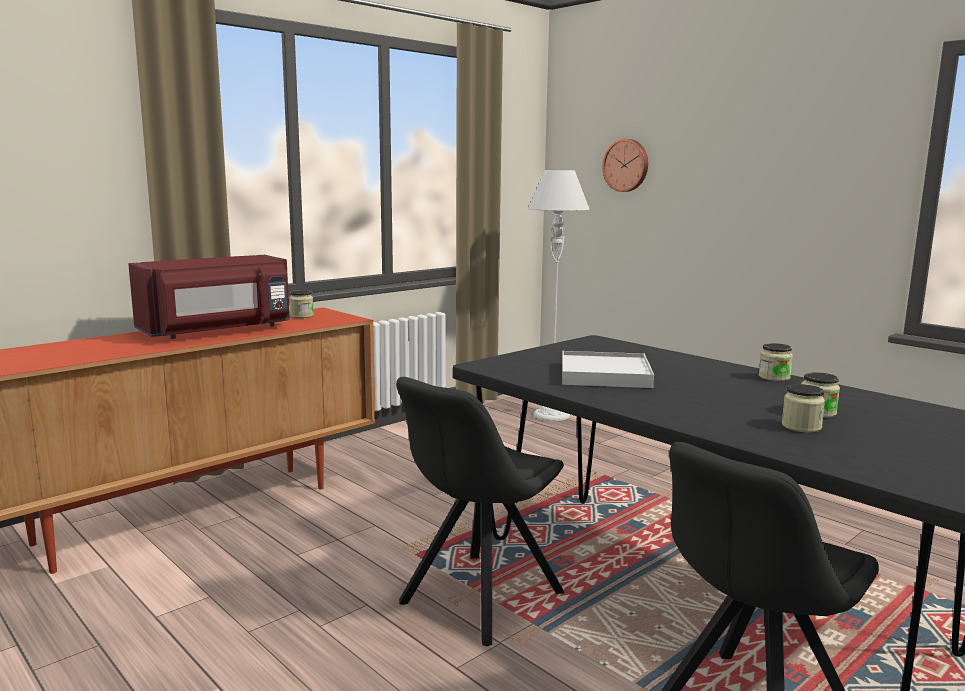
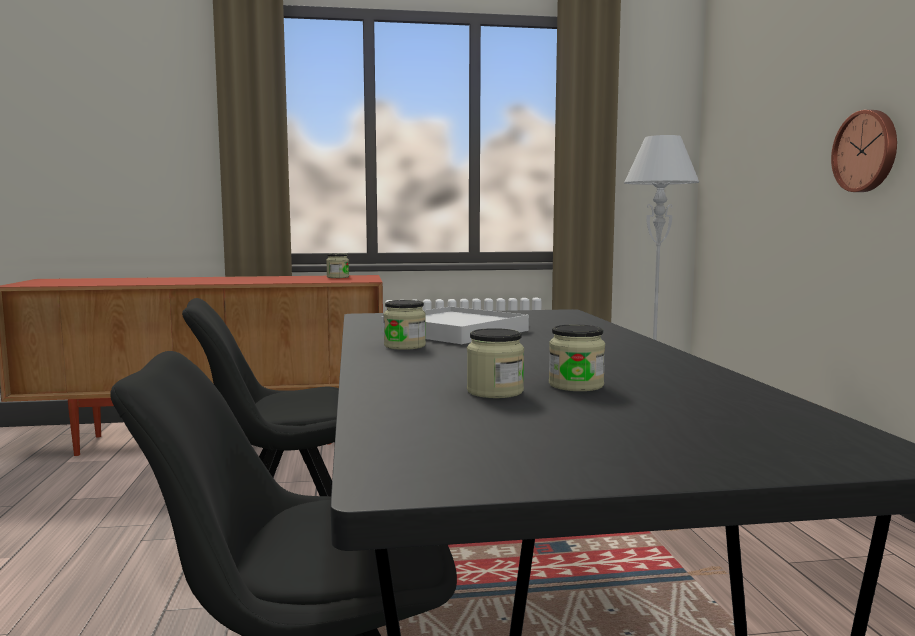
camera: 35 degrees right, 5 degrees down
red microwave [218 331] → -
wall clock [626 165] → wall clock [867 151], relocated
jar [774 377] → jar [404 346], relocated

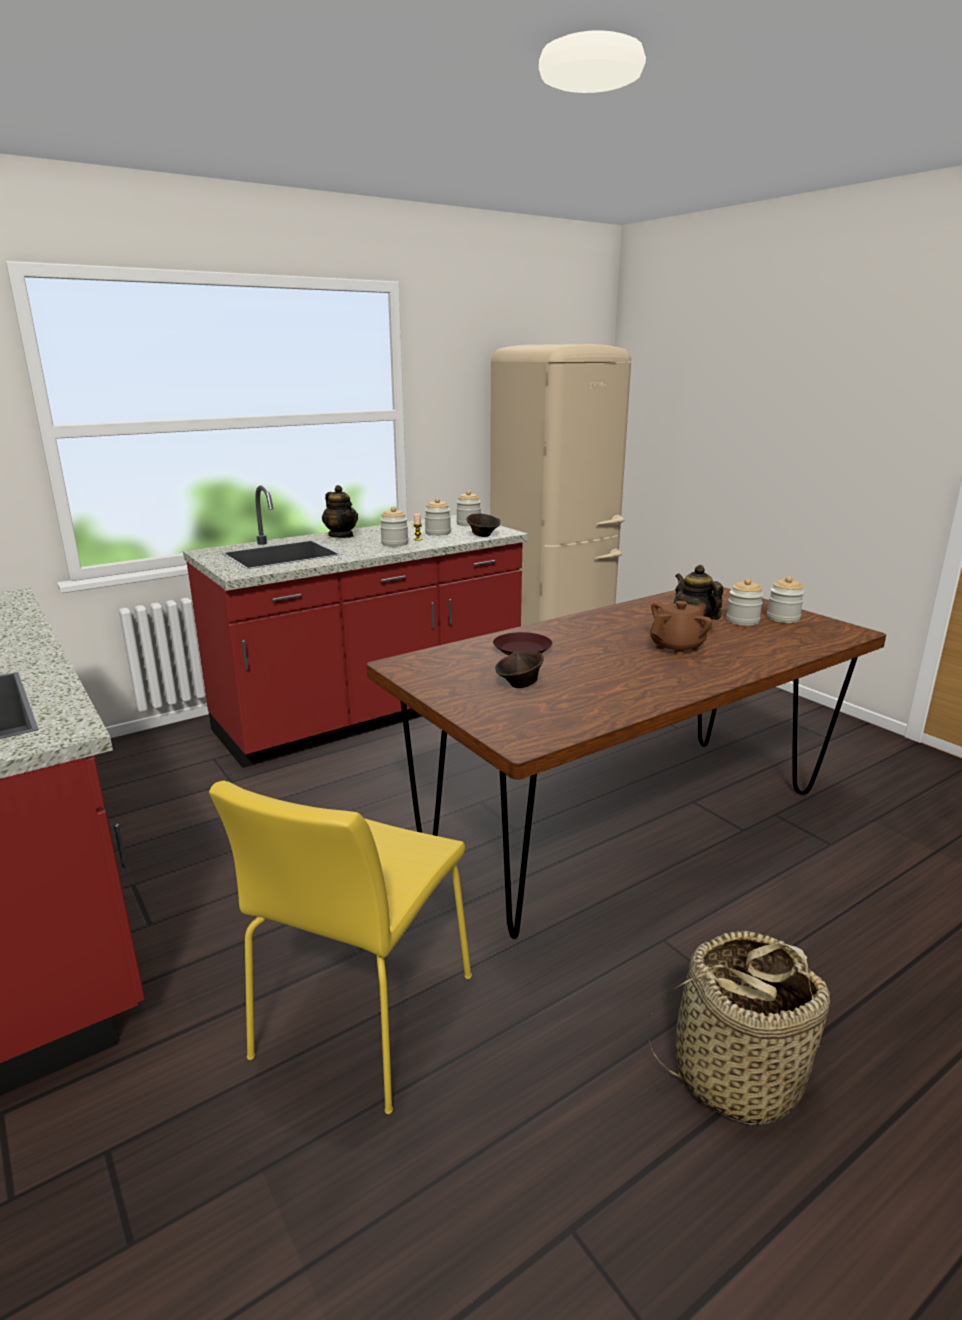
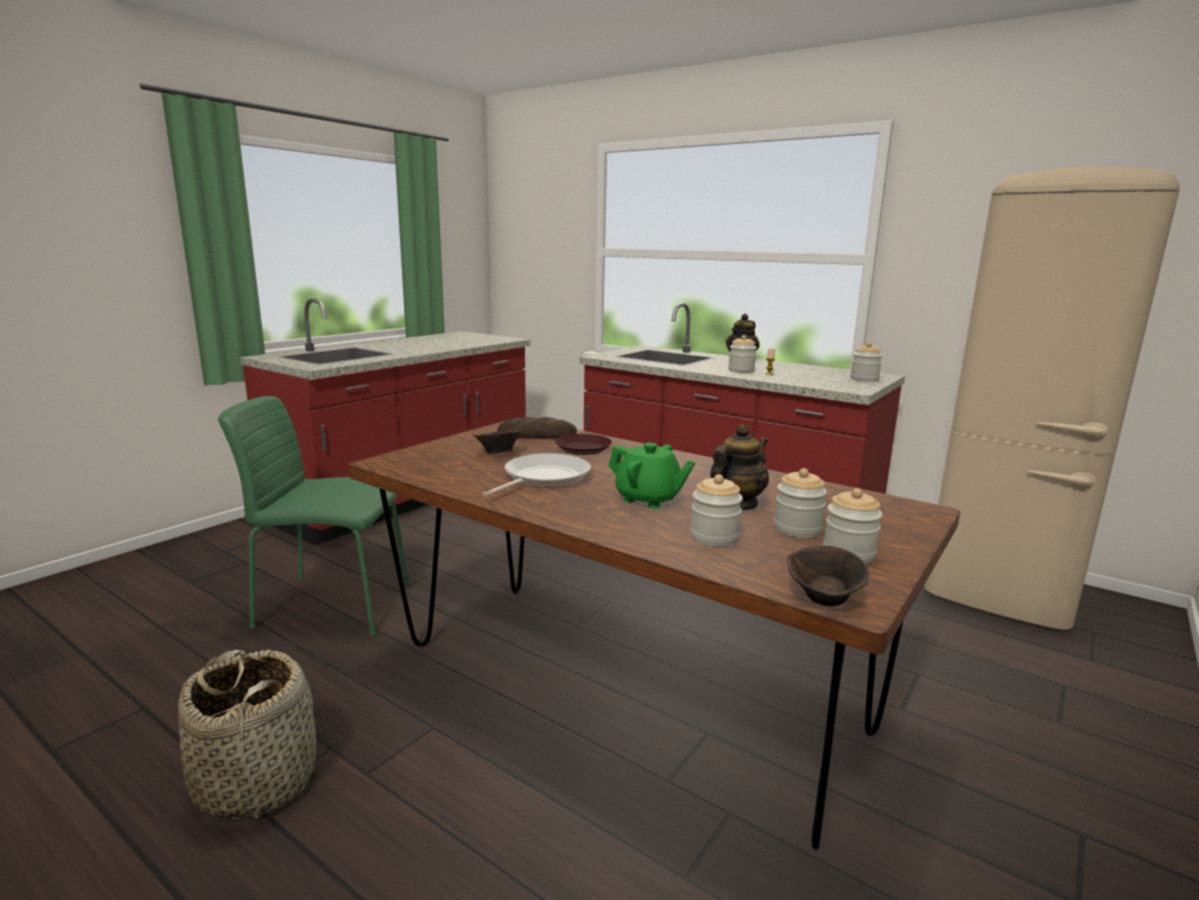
camera: 70 degrees right, 5 degrees down
yellow chair [361 1021] → green chair [328 604]
jar [438 533] → jar [714 537], relocated
brown bowl [483 535] → brown bowl [825 600], relocated
brown teapot [677 647] → green teapot [648 499]
- → frying pan [543 478]
- → bread [537 435]

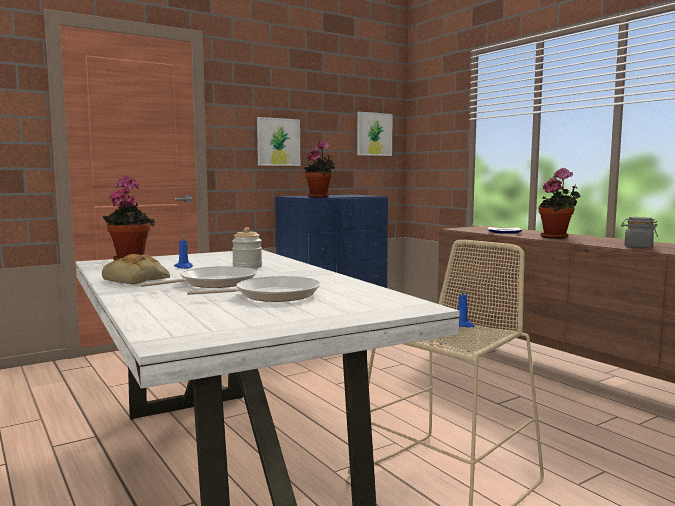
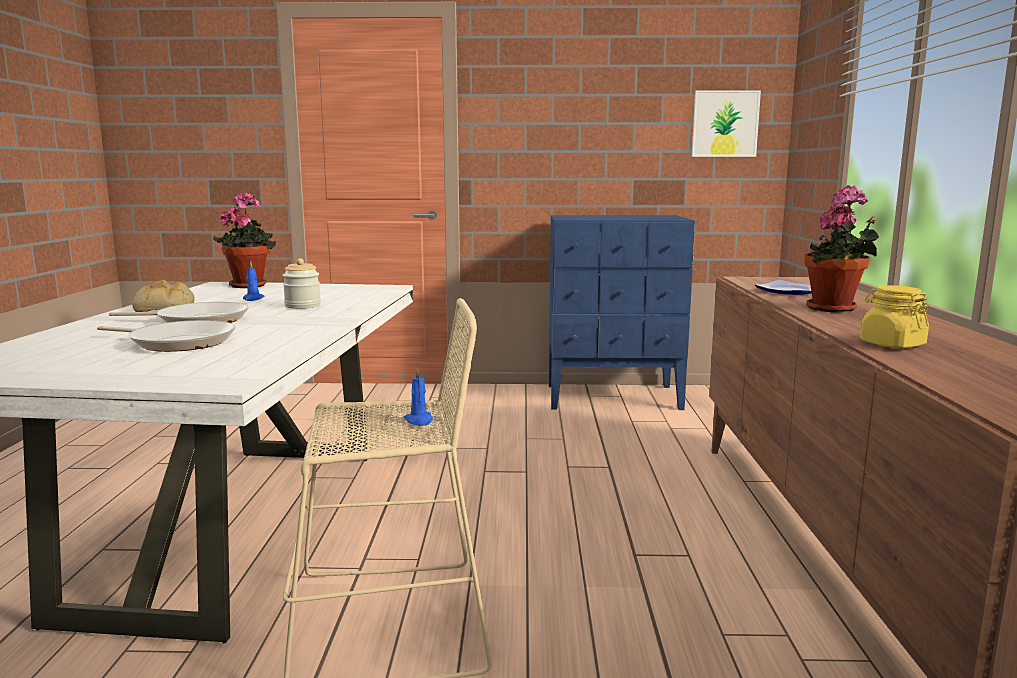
camera: 35 degrees right, 5 degrees up
picture [278 142] → -
potted plant [320 197] → -
grey jar [638 247] → yellow jar [891 344]

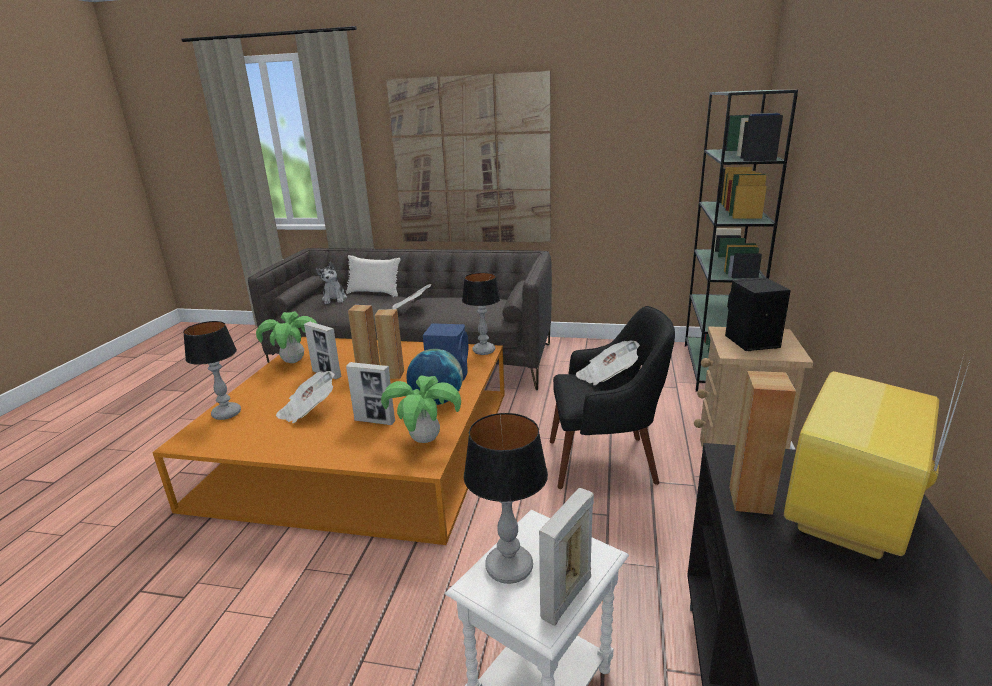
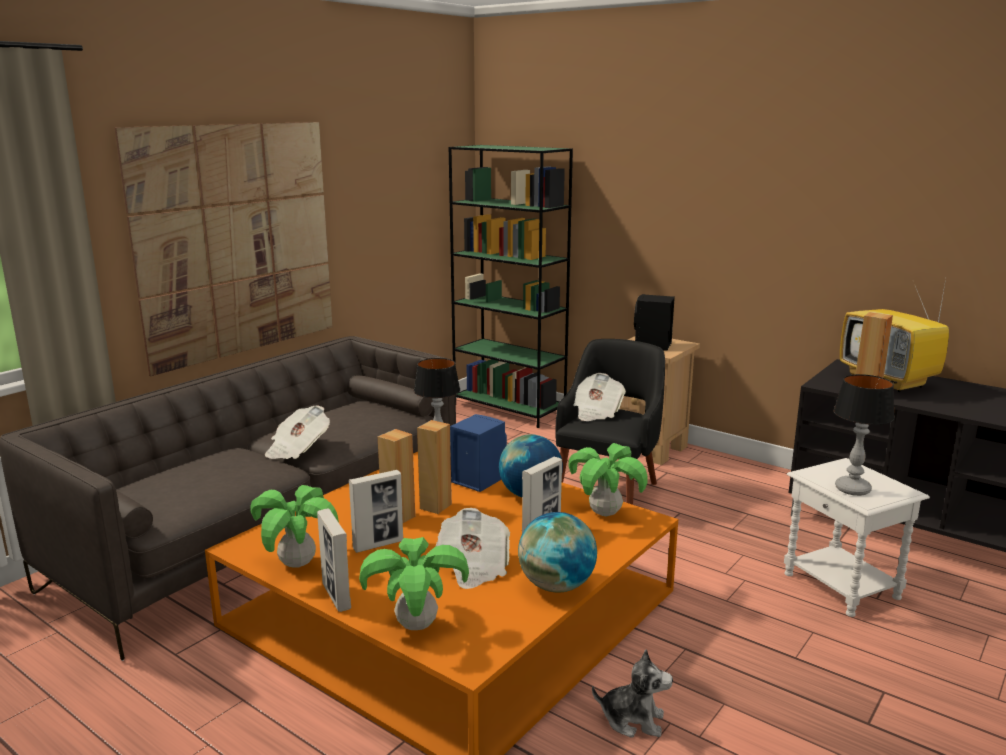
camera: 65 degrees left, 5 degrees down
table lamp [227 414] → potted plant [416 625]
plush toy [334 299] → plush toy [633 720], relocated
white pillow [374 293] → -
picture frame [566 598] → picture frame [336 596], relocated
- → globe [557 586]

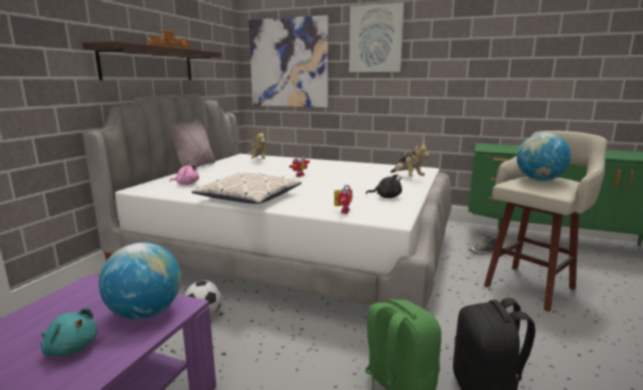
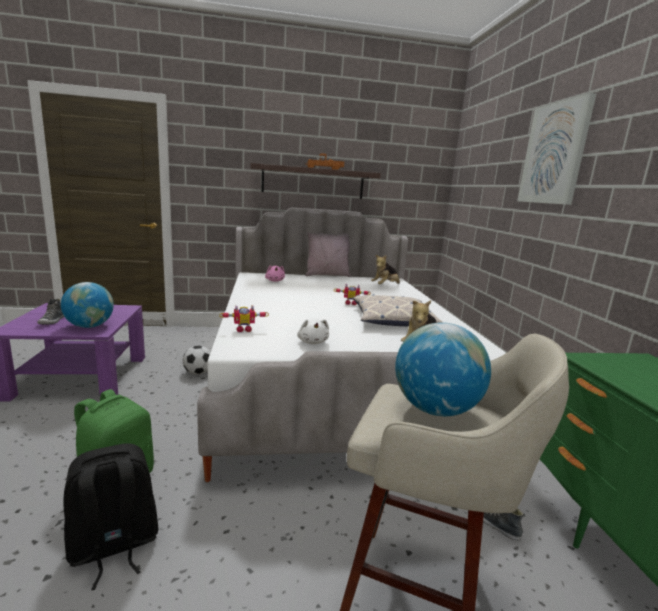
camera: 60 degrees right, 0 degrees up
turquoise plush toy [71 348] → shoe [52 321]
pillow [249 197] → pillow [392 319], relocated
picture [289 63] → -
black plush toy [386 197] → white plush toy [313 342]

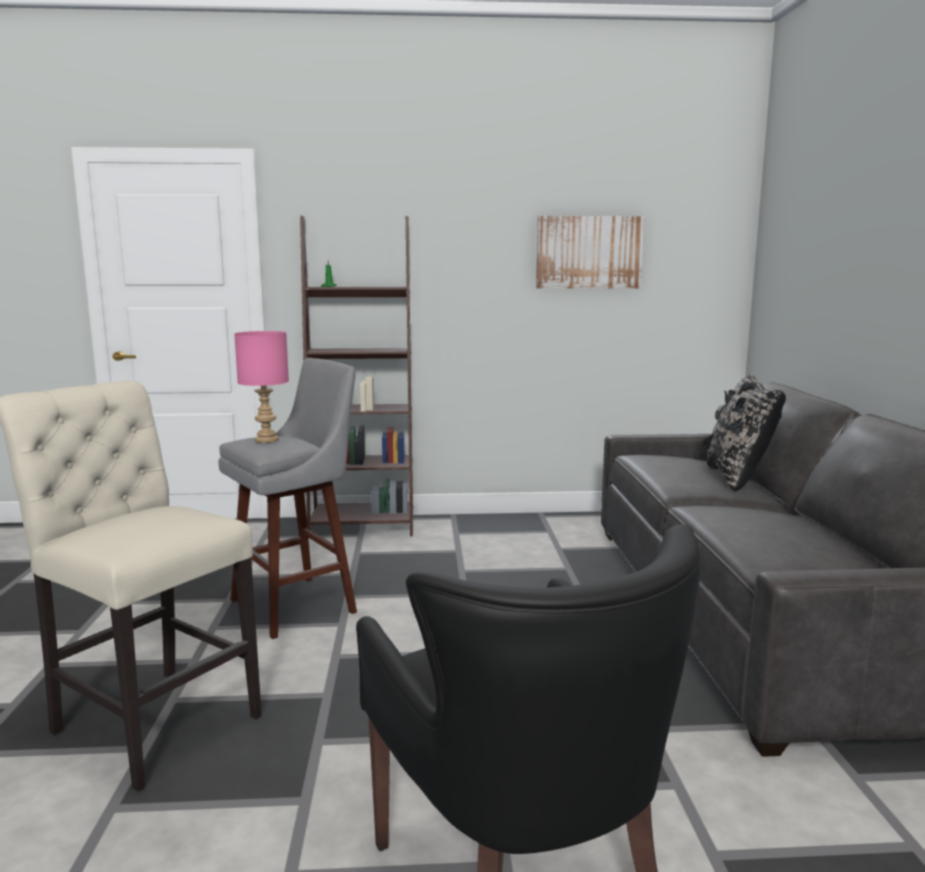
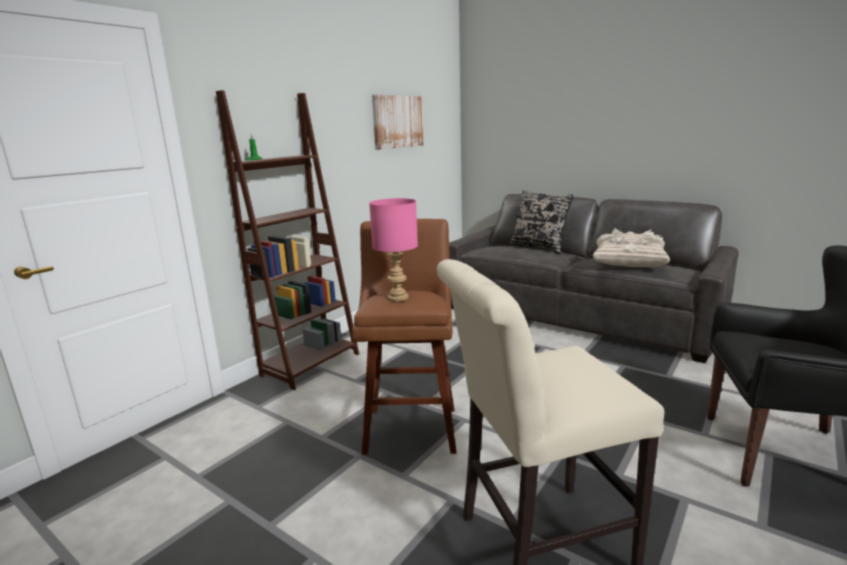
camera: 50 degrees left, 5 degrees up
grey stool [298 605] → brown stool [412 427]
- → beige pillow [628 264]

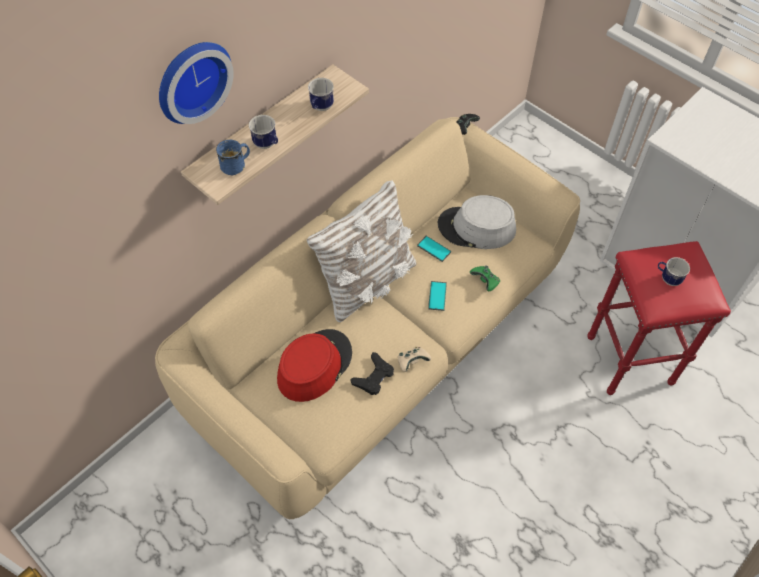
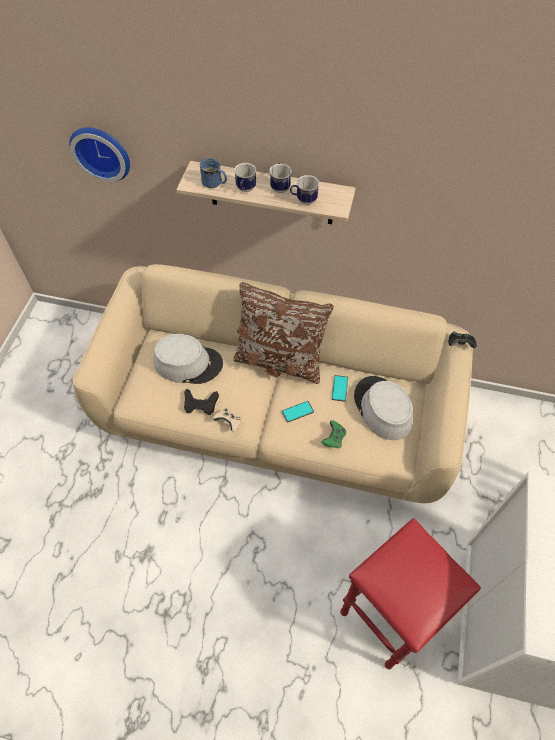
camera: 60 degrees right, 0 degrees up
wall clock [191 79] → wall clock [102 151], relocated
red hat [314 365] → grey hat [188 363]
white pillow [367 283] → brown pillow [279 362]
mug [667 278] → mug [280 186], relocated

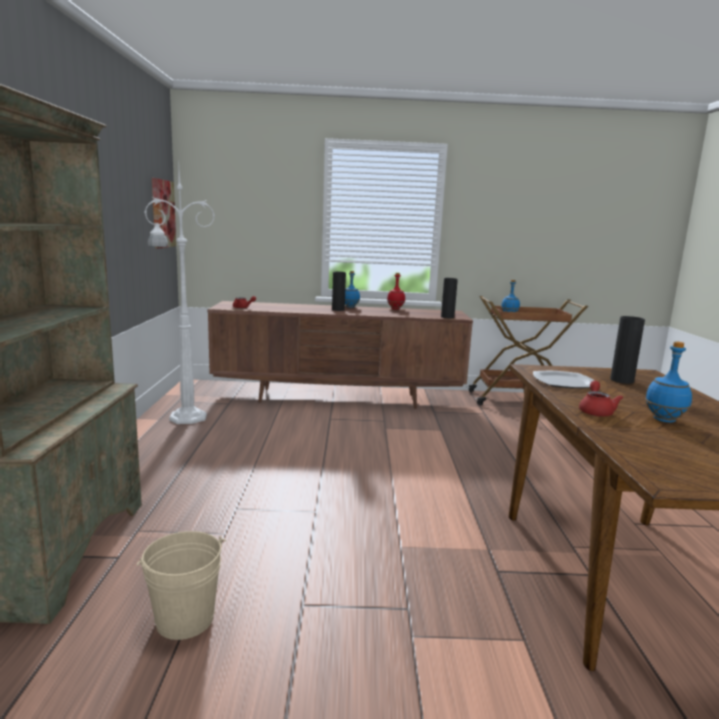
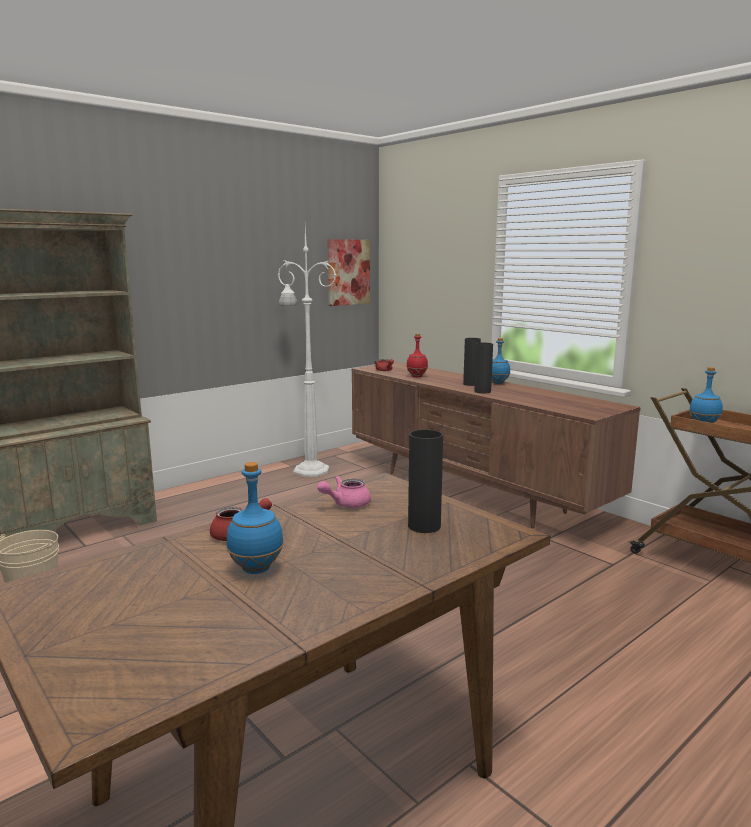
camera: 50 degrees right, 0 degrees up
red bottle [395 309] → red bottle [416 376], relocated
black vase [447 317] → black vase [482 391], relocated
plate [564 382] → pink teapot [346 504]

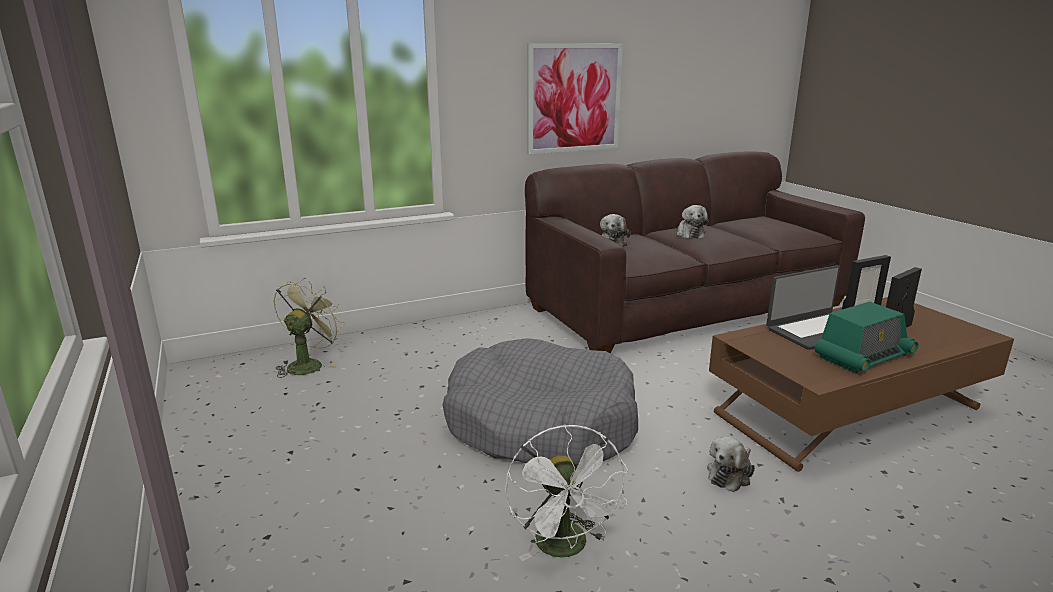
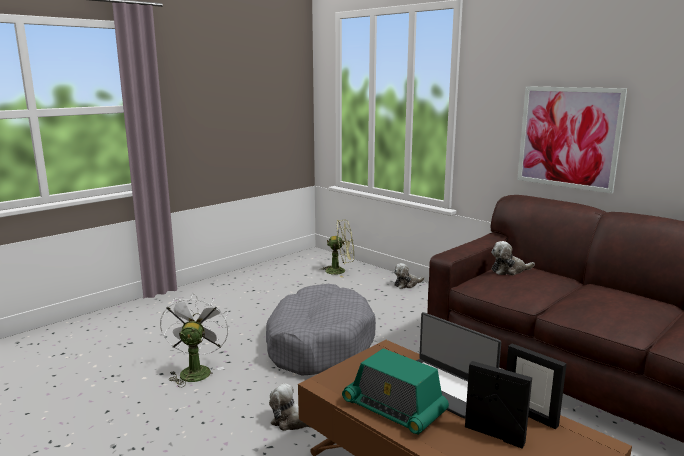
camera: 70 degrees right, 5 degrees down
white fan [566 548] → white fan [195 370], 120 degrees clockwise
plush toy [690 234] → plush toy [407 284], relocated

